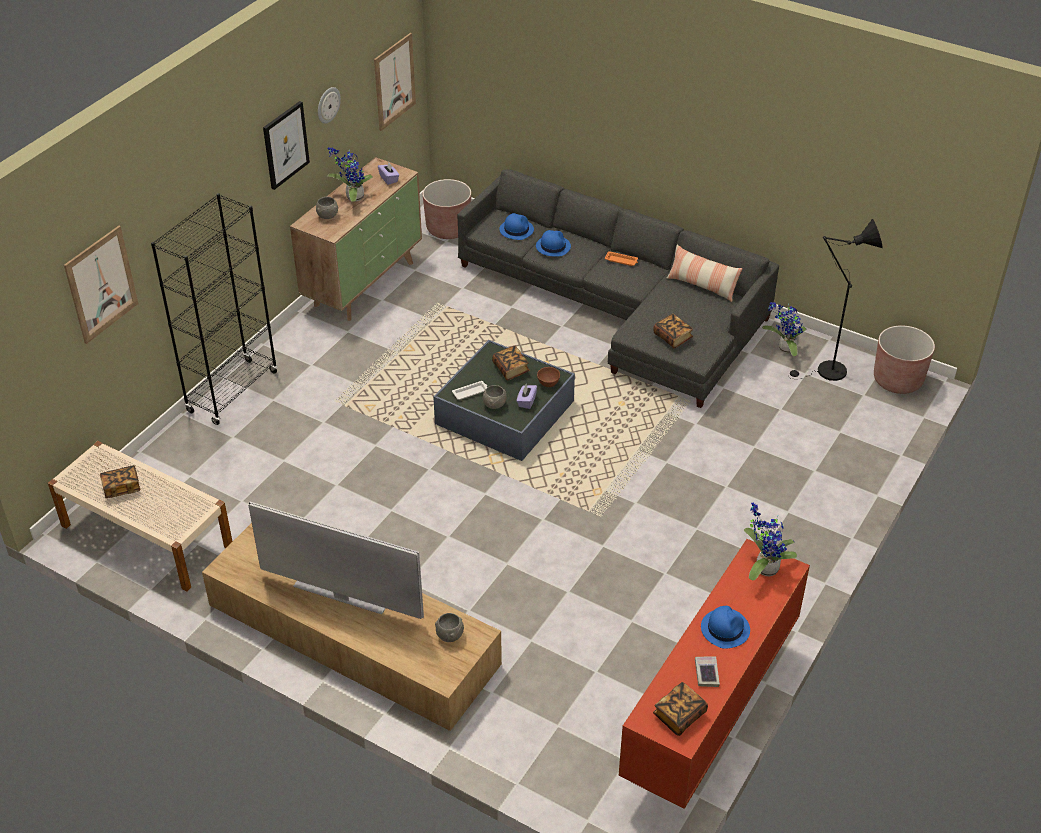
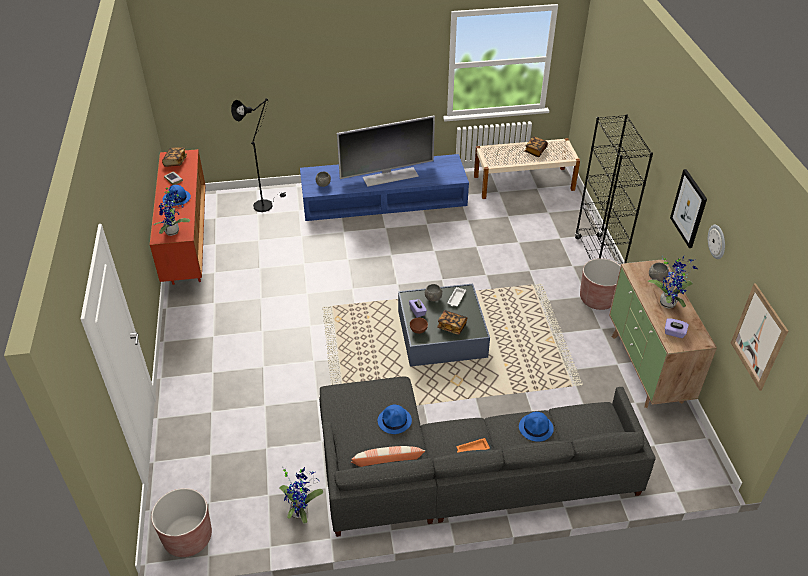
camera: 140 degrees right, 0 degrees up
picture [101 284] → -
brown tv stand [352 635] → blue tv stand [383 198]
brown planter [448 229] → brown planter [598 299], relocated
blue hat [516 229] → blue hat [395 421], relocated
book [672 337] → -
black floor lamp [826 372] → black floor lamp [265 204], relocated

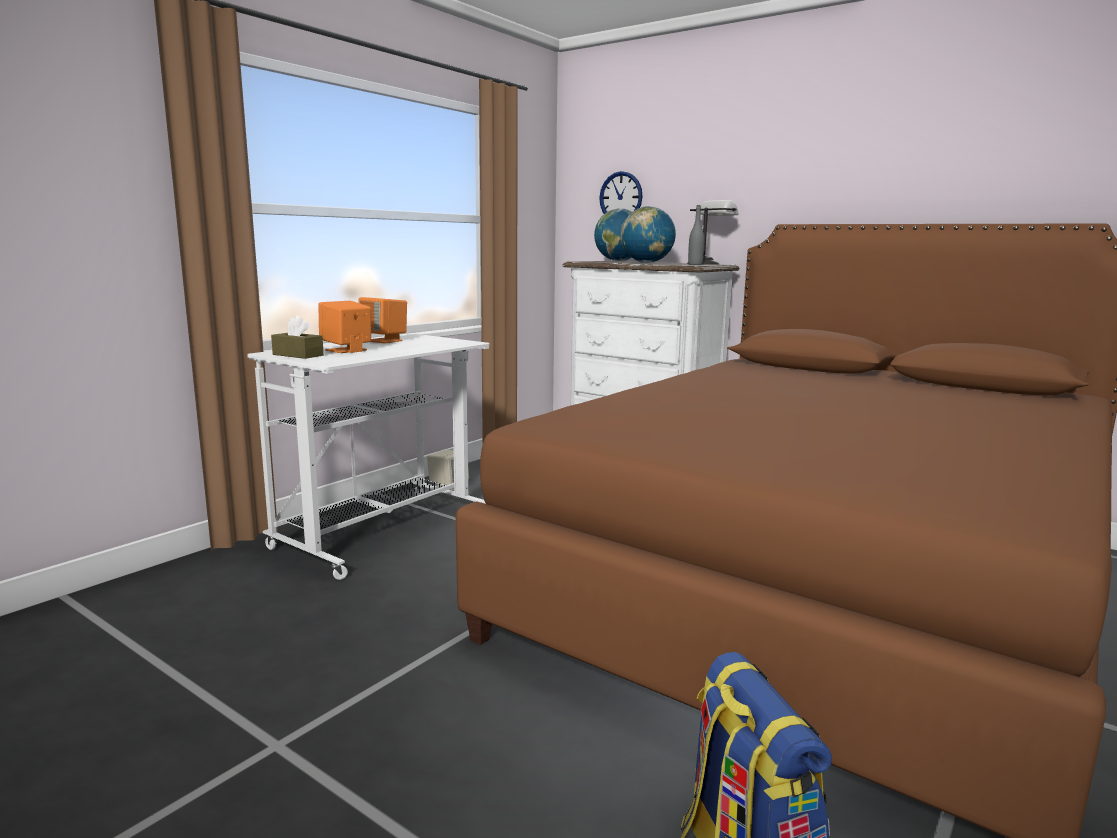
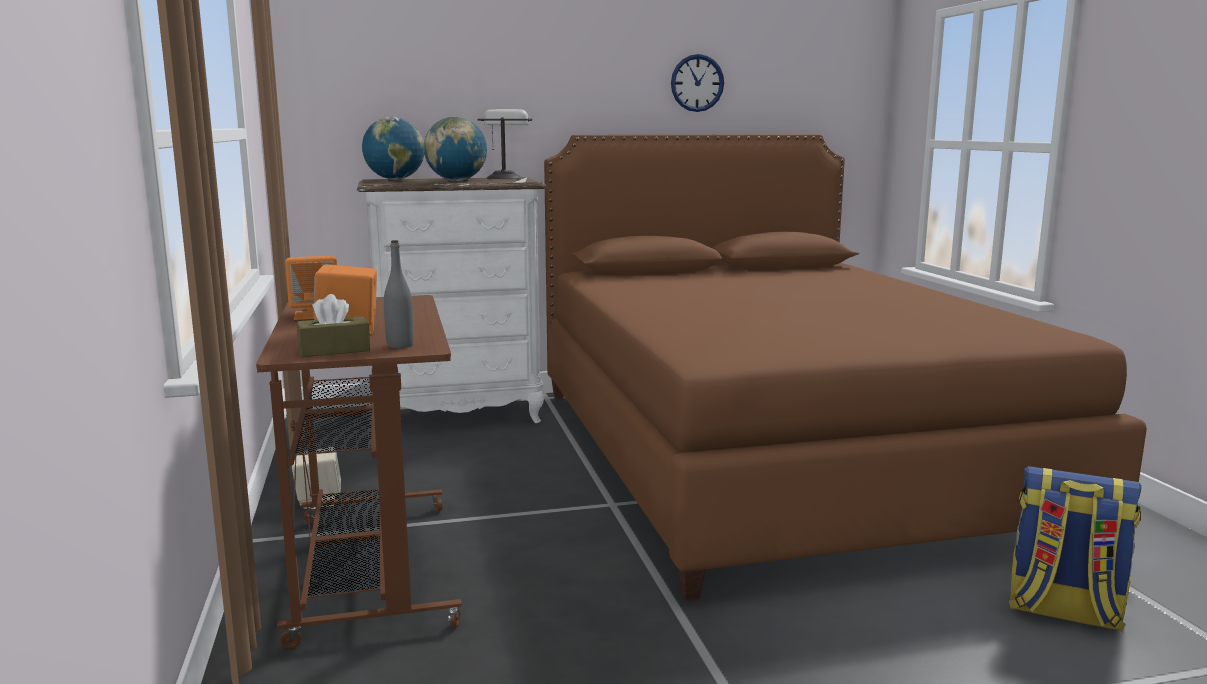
camera: 50 degrees left, 0 degrees up
white desk [384 531] → brown desk [373 568]
wall clock [621 197] → wall clock [697 83], relocated
grey bottle [695 264] → grey bottle [400 345], relocated

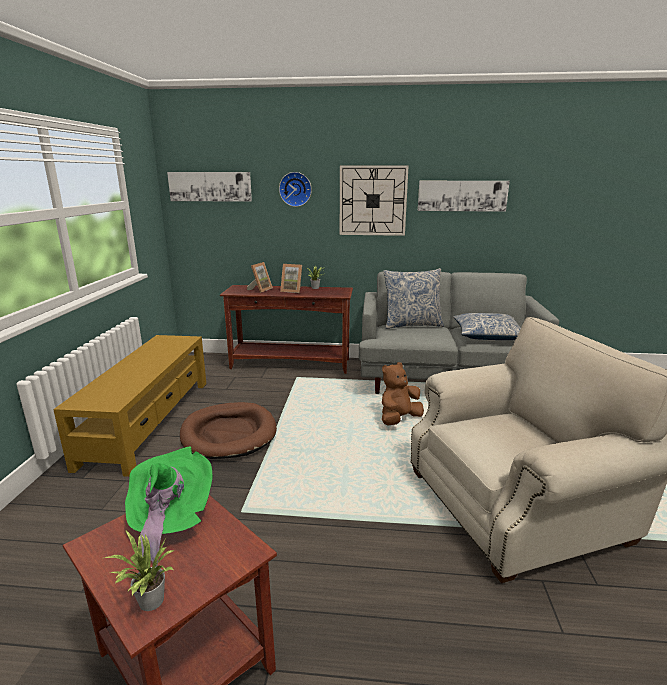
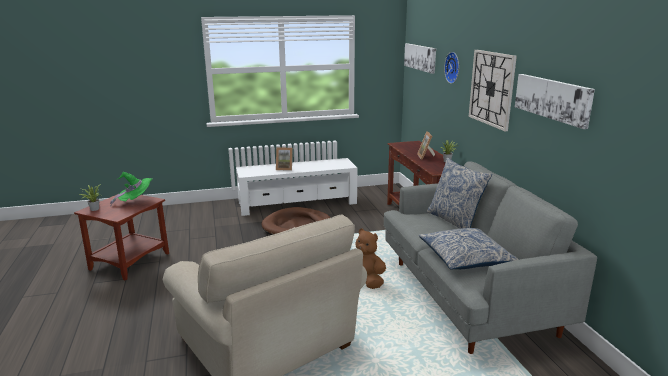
camera: 70 degrees right, 0 degrees up
yellow tv stand [148 420] → white tv stand [297 203]
picture frame [260 290] → picture frame [284 168], relocated

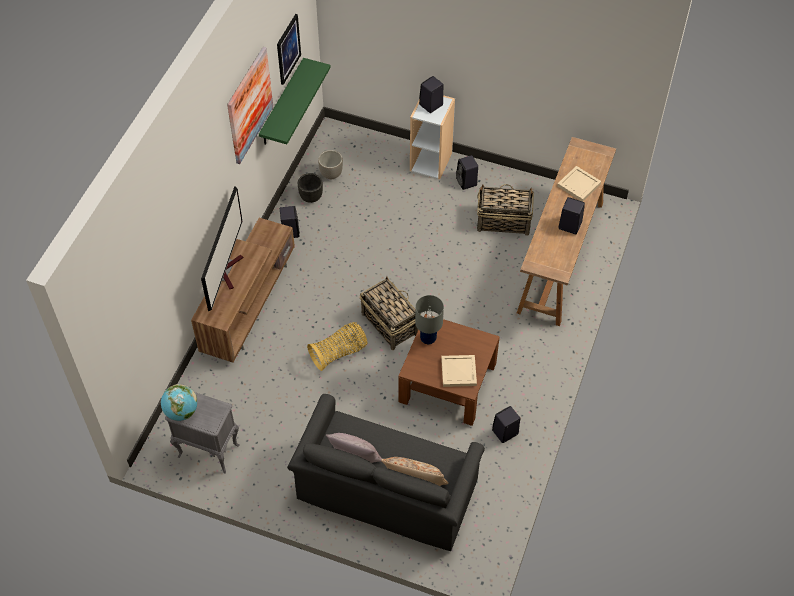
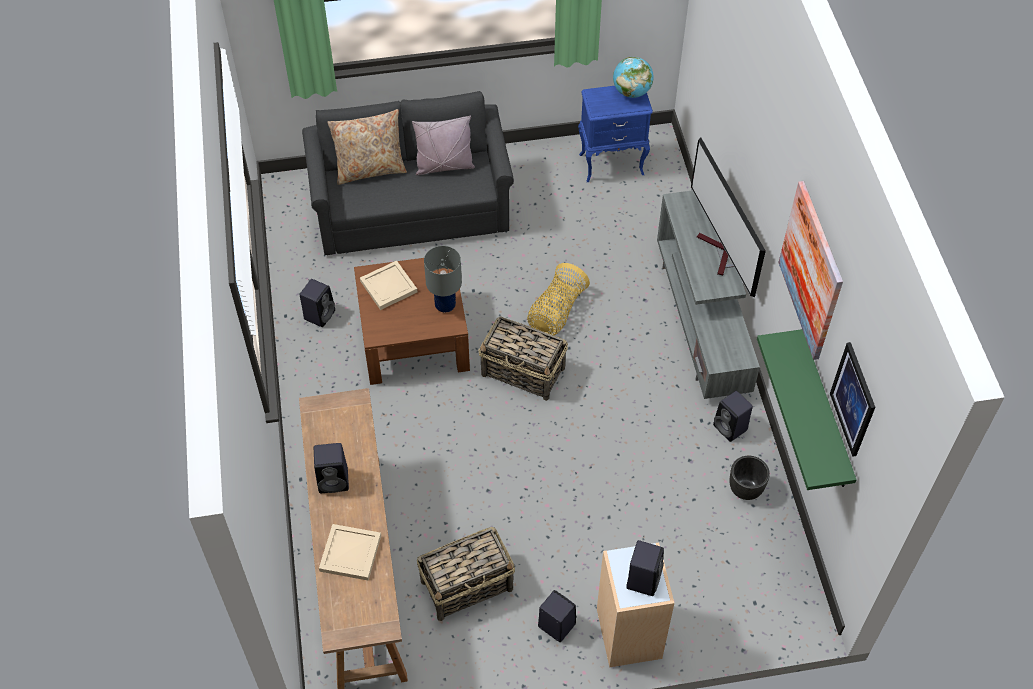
camera: 150 degrees right, 0 degrees up
grey nightstand [208 451] → blue nightstand [612 164]
brown tv stand [249 301] → grey tv stand [702 320]
planter [331 174] → -

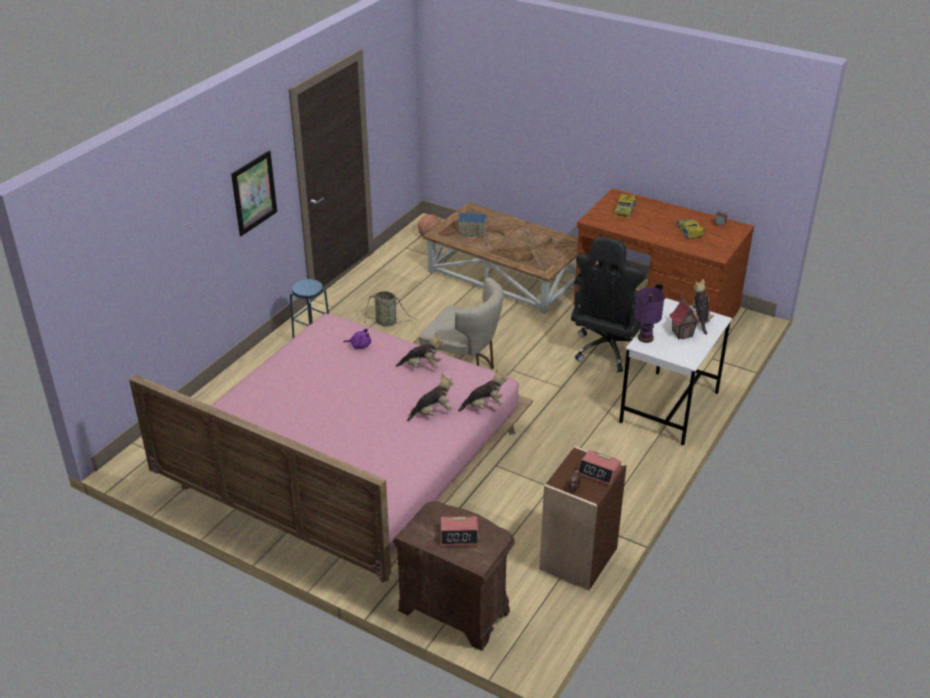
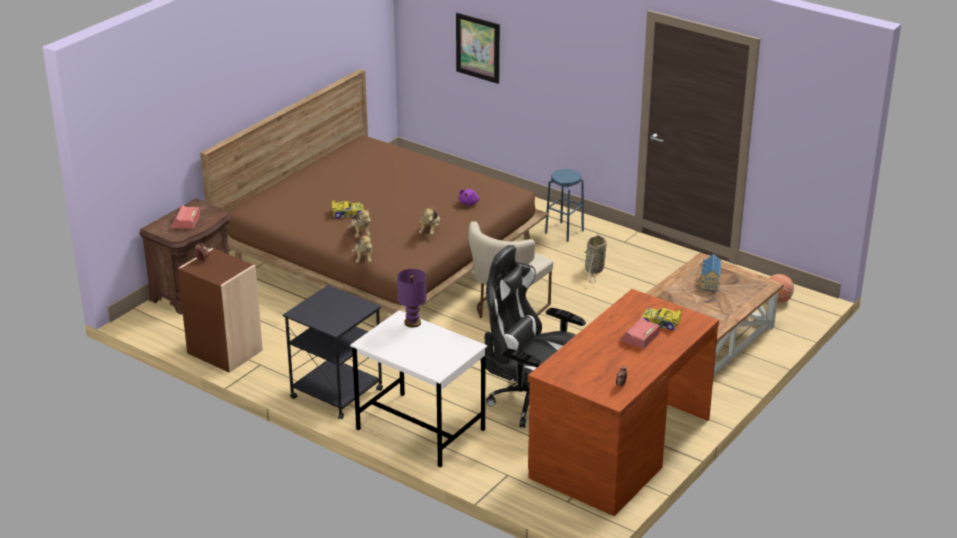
camera: 95 degrees right, 5 degrees down
pink bed [351 459] → brown bed [383 250]
picture [254 193] → picture [478 48], relocated
alarm clock [599 472] → alarm clock [639 338], relocated
toy house [682 334] → -
toy car [689 231] → toy car [347 213], relocated
plush toy [700 319] → -
- → black cart [335 392]

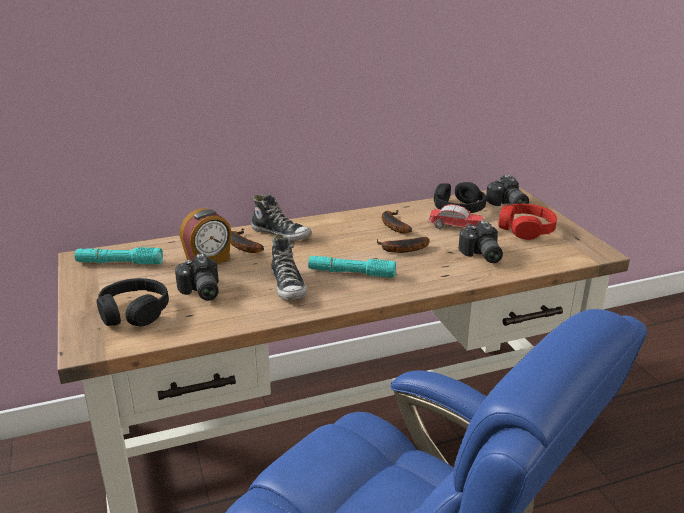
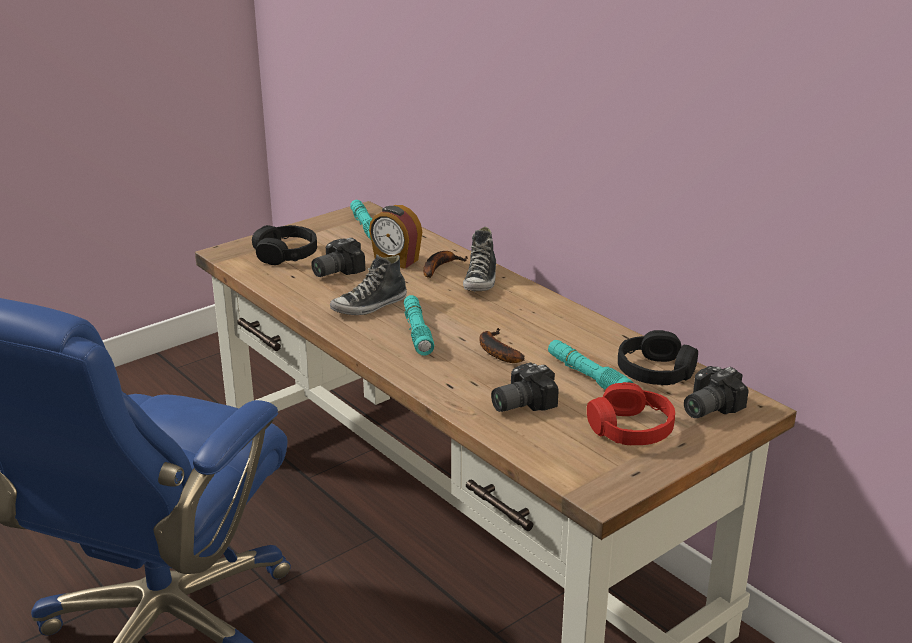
camera: 70 degrees right, 0 degrees up
banana [392 225] → -
toy car [454 227] → turquoise flashlight [588 376]

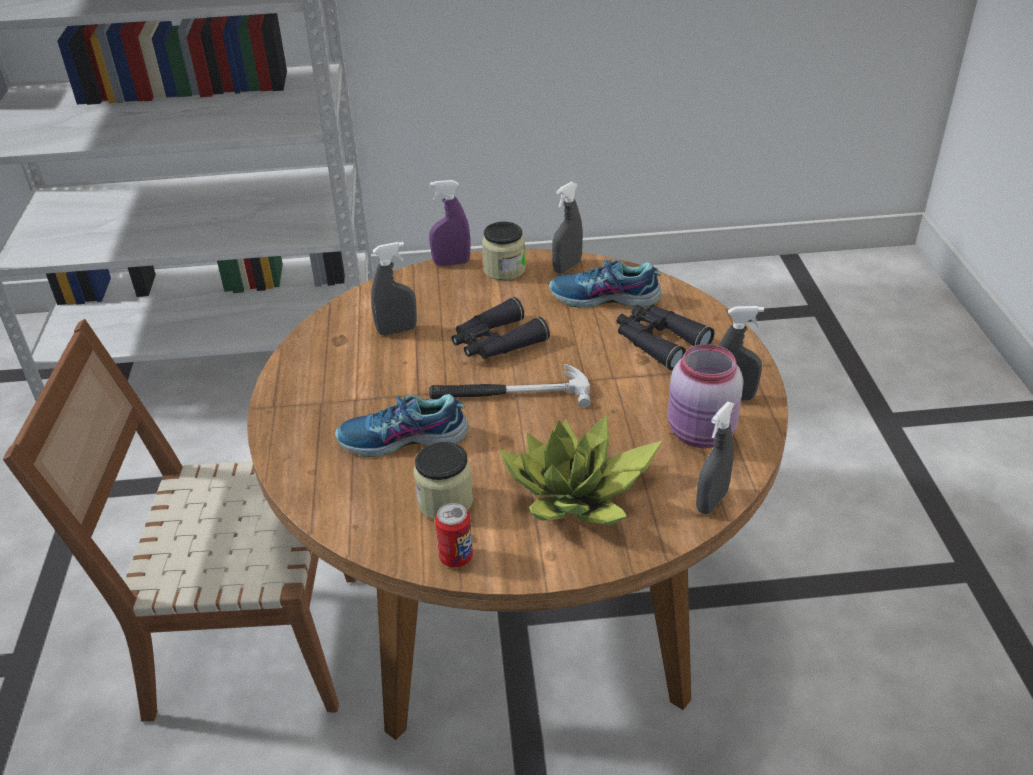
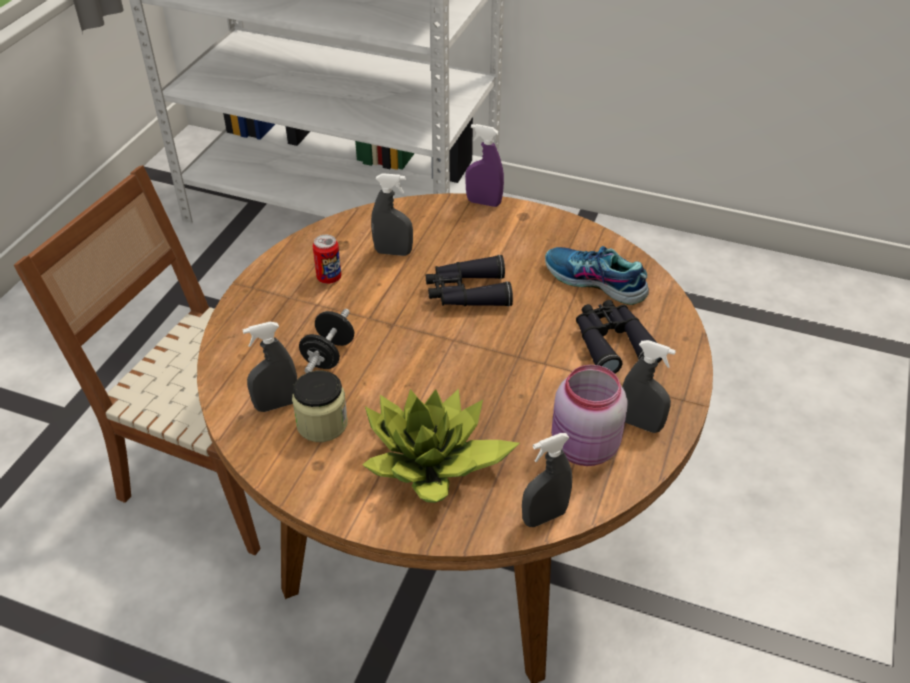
camera: 25 degrees right, 5 degrees up
shoe [403 440] → black dumbbell [328 355]
hammer [509 393] → -
can [456 557] → can [329 278], relocated
jar [504 270] → -
grey spray bottle [567 267] → grey spray bottle [276 404], relocated

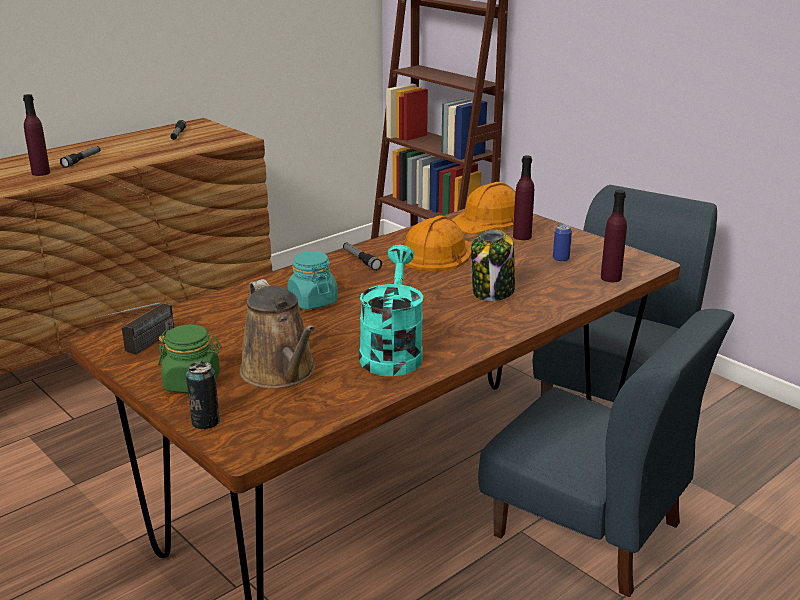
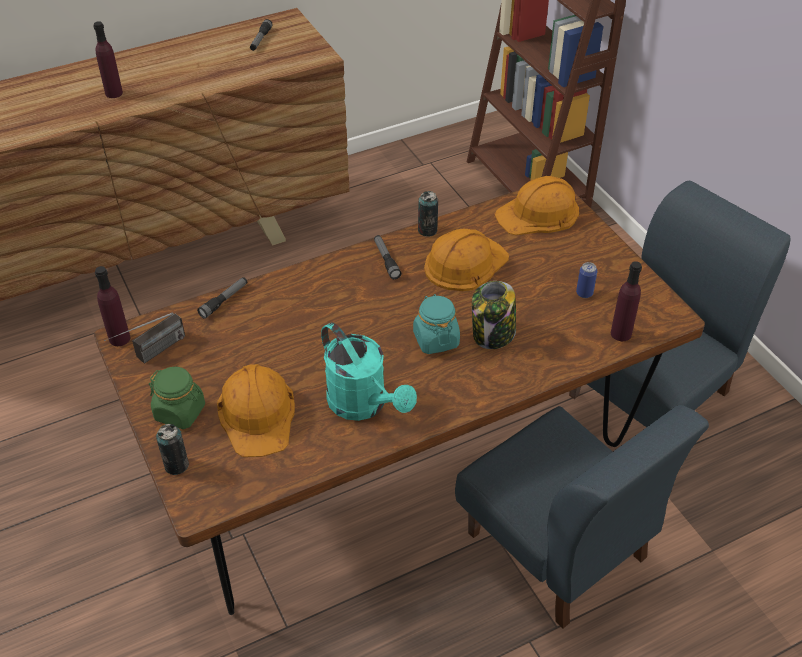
camera: 15 degrees right, 20 degrees up
flashlight [82 160] → flashlight [224 301], relocated
brown watering can [281 373] → orange hard hat [258 414]
turquoise jar [312 301] → turquoise jar [435 339], relocated
turquoise watering can [392 352] → turquoise watering can [364 405], 120 degrees clockwise
purple bottle [522 236] → purple bottle [119 338], relocated
- → can [427 230]

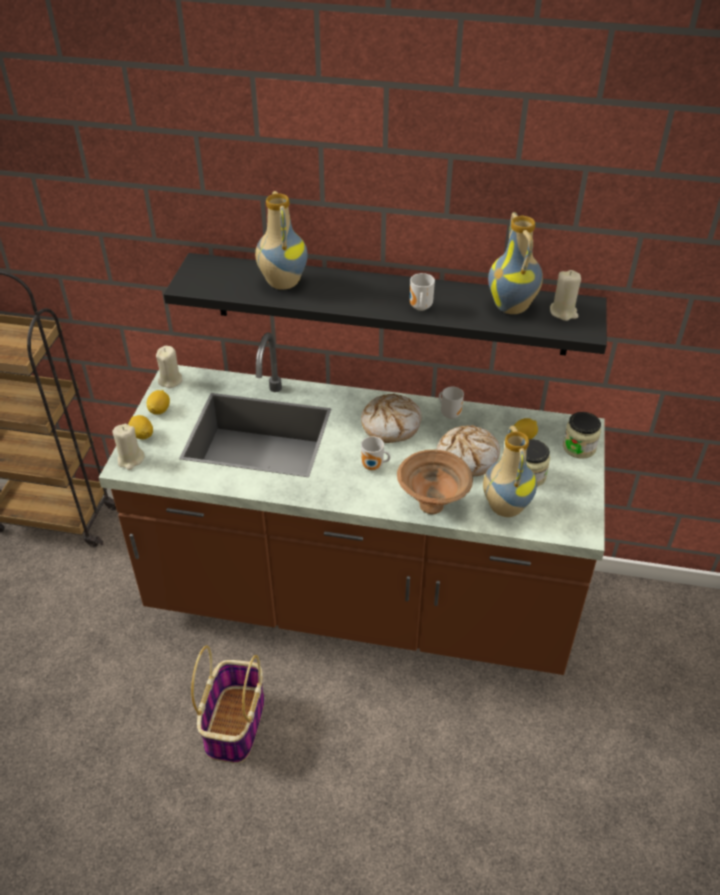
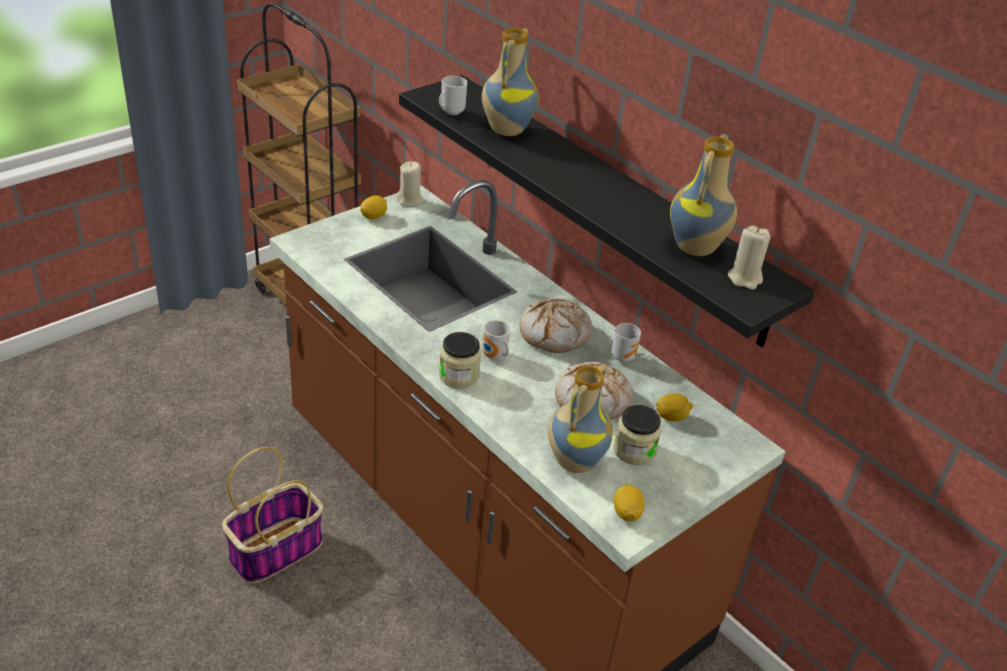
camera: 35 degrees right, 5 degrees down
beige candle [130 460] → -
lemon [142 435] → lemon [626 513], relocated
brown bowl [433 506] → -
mug [419 308] → mug [450 112], relocated
jar [579 447] → jar [459 376], relocated

